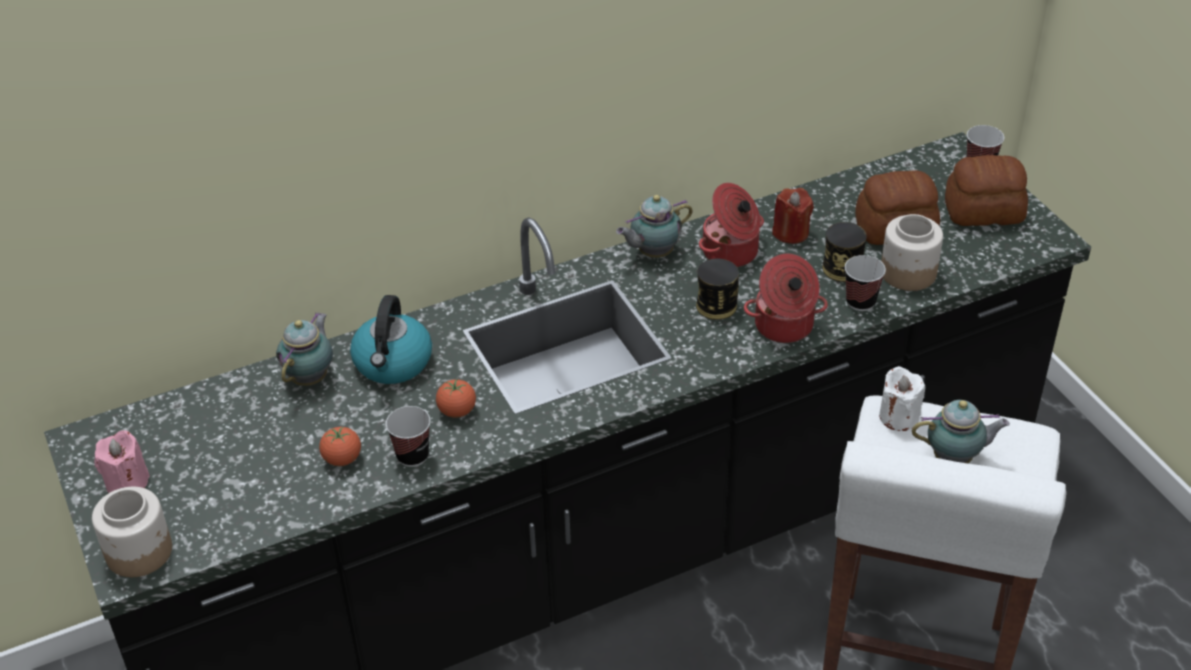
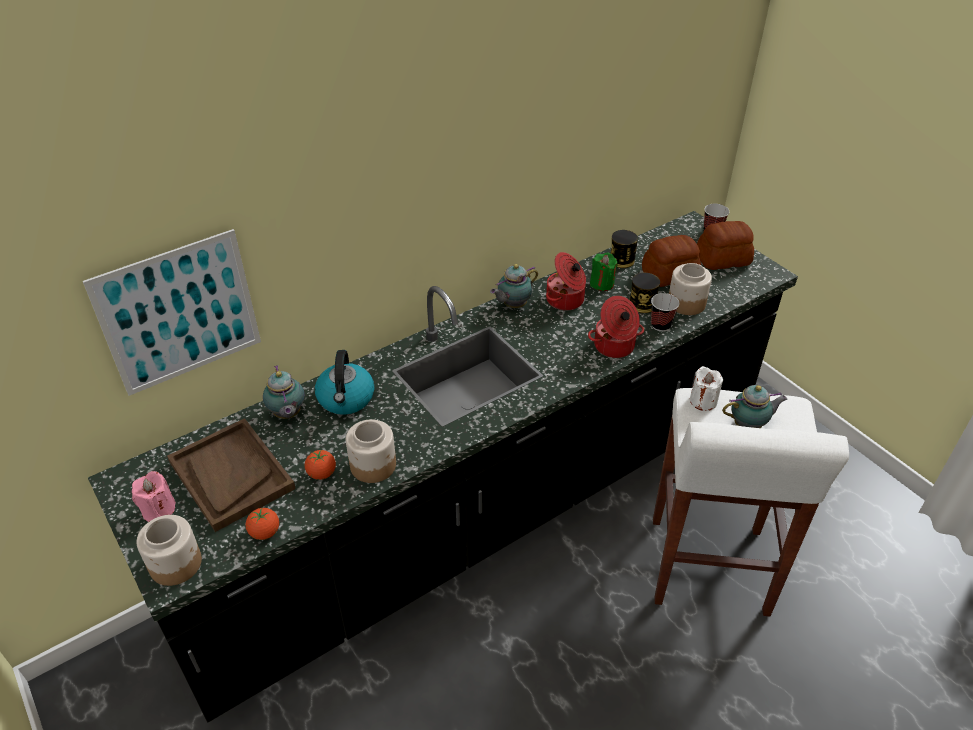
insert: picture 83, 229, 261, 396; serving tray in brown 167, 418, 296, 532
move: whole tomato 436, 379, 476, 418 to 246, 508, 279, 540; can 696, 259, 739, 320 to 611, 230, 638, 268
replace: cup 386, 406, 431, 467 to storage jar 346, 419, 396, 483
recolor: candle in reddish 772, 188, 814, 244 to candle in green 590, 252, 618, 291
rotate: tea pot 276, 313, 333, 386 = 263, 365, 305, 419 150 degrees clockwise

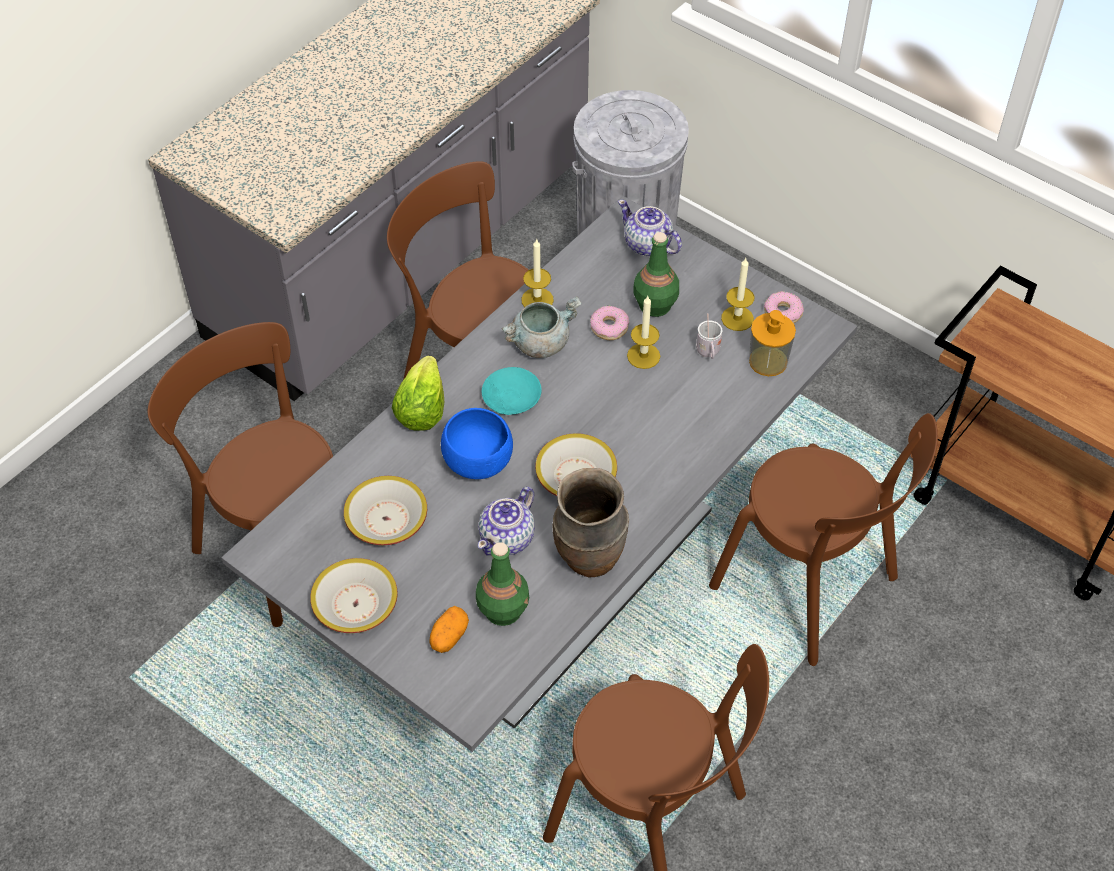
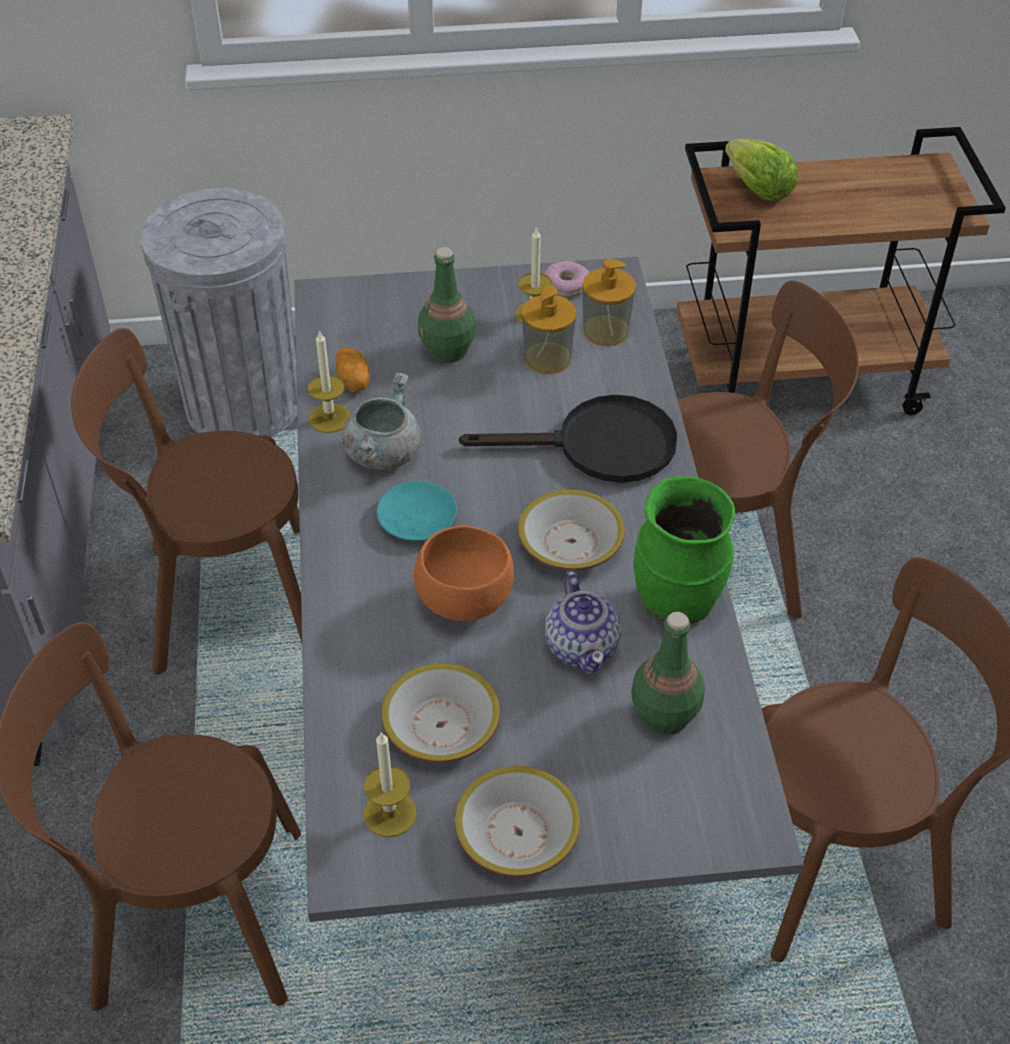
delete: doughnut 590, 306, 629, 340; tea pot 618, 200, 682, 256
insert: pan in blackish 459, 395, 677, 483
move: head of lettuce 392, 356, 444, 431 to 725, 139, 798, 201; potato 430, 606, 469, 653 to 335, 348, 369, 392; candle 627, 296, 660, 369 to 363, 731, 417, 837
replace: coffee mug in white-coloured 696, 313, 722, 359 to liquid soap bottle 522, 286, 576, 374
recolor: serving bowl in blue 441, 408, 513, 479 to serving bowl in orangey 414, 526, 514, 621; vase in brown 553, 468, 629, 577 to vase in green 634, 476, 735, 624

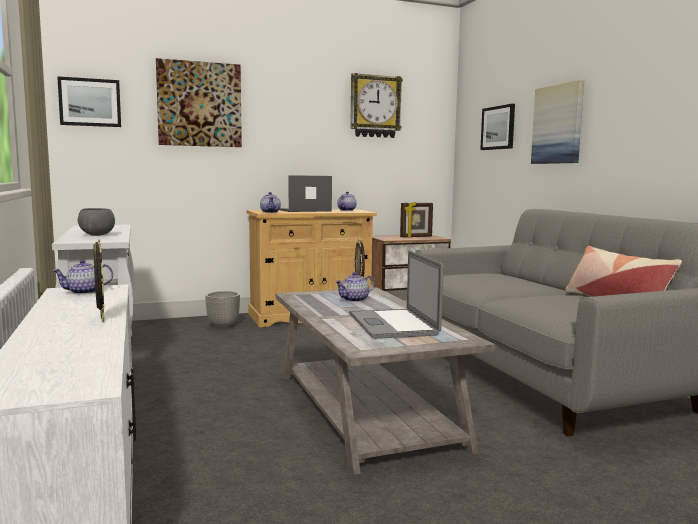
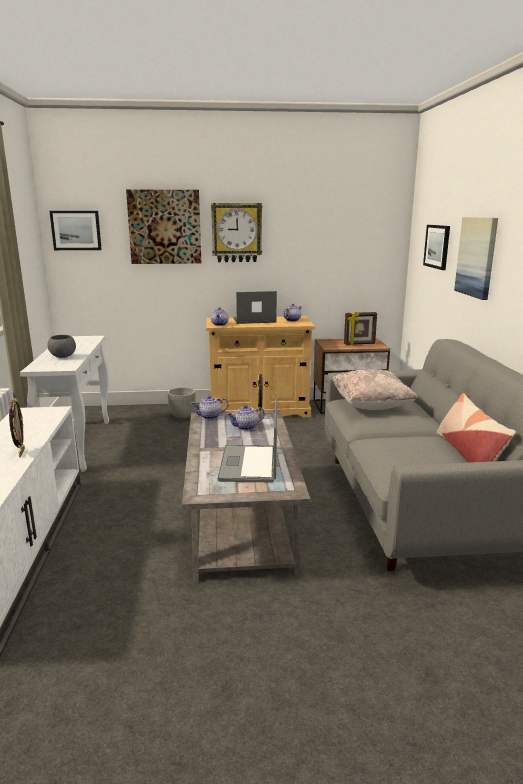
insert: throw pillow in beige-coloured 332, 369, 418, 410
move: tea pot 52, 260, 113, 295 to 191, 395, 229, 420; wall clock 350, 73, 403, 138 to 211, 203, 262, 262

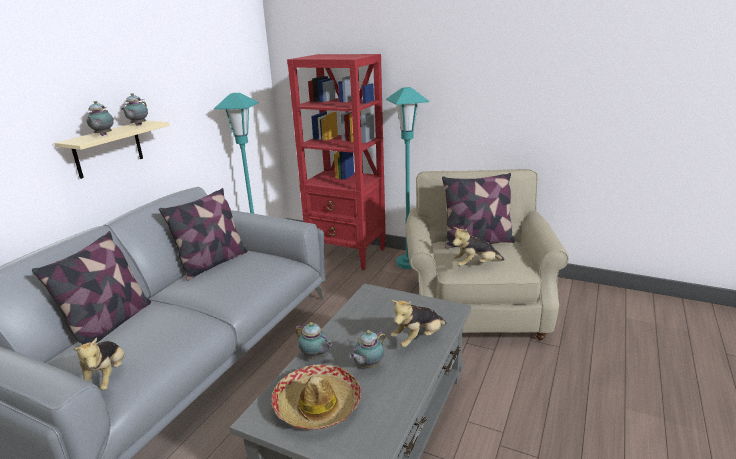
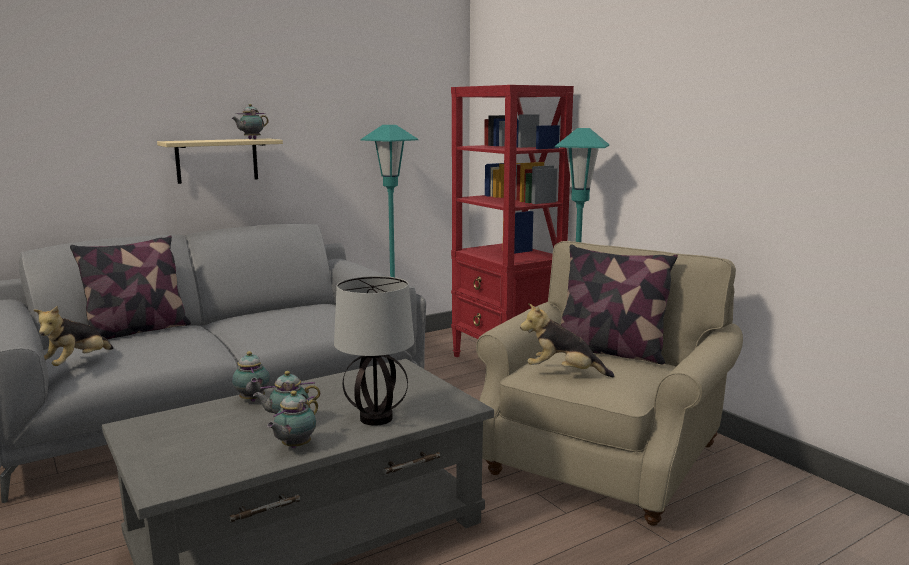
delete: throw pillow 159, 188, 248, 281; wearable hat 271, 364, 361, 430
move: tea pot 86, 101, 114, 136 to 267, 391, 318, 448
replace: soft toy 391, 300, 447, 348 to tabletop lamp 334, 276, 414, 426

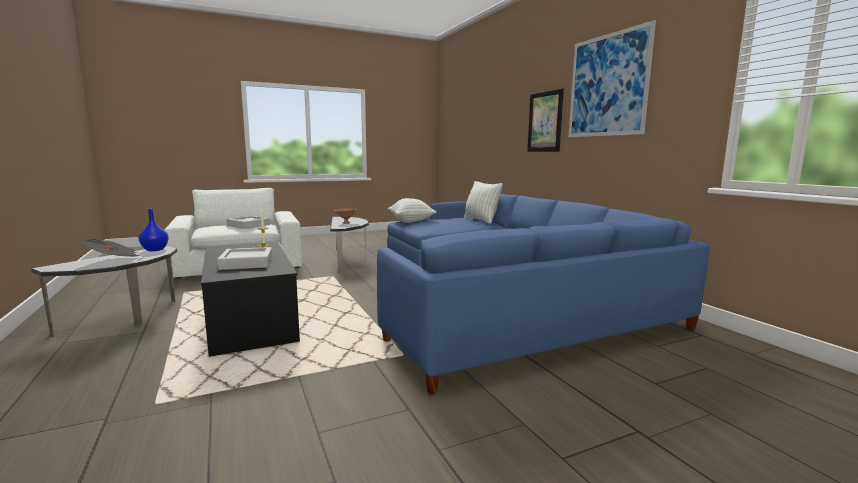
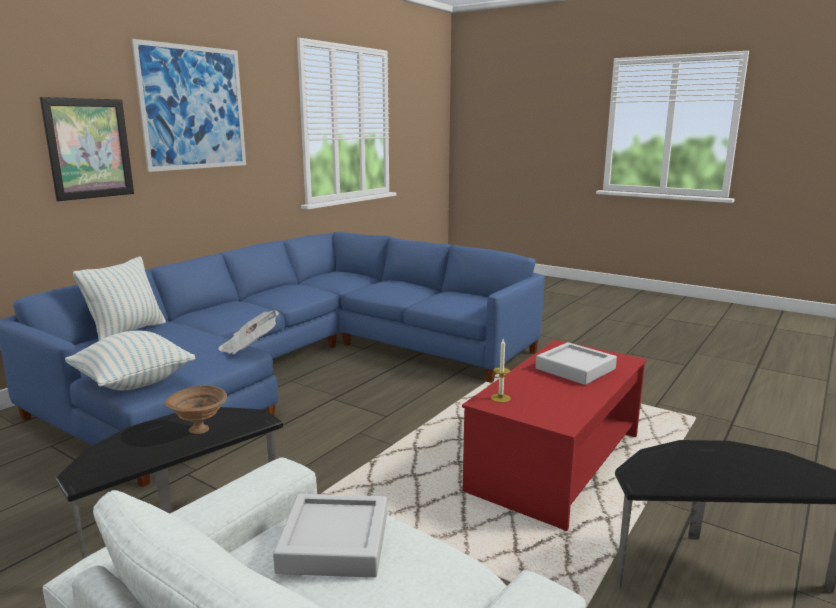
delete: vase in blue 139, 209, 169, 251
move: daily paper 78, 239, 140, 257 to 218, 310, 279, 354
recolor: lounge table in blackish 201, 242, 300, 357 to lounge table in reddish 462, 340, 647, 531

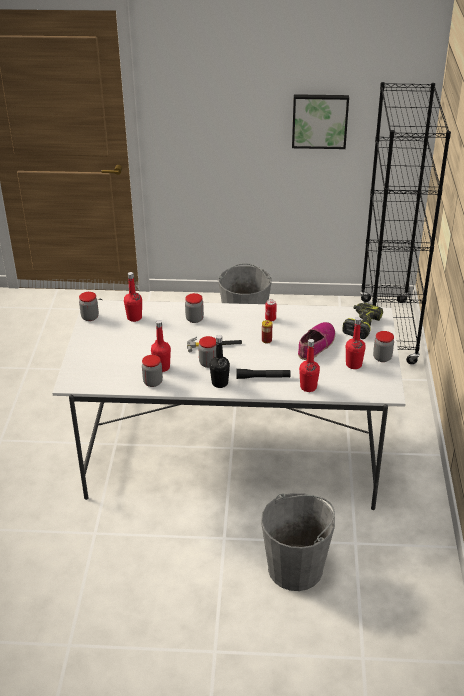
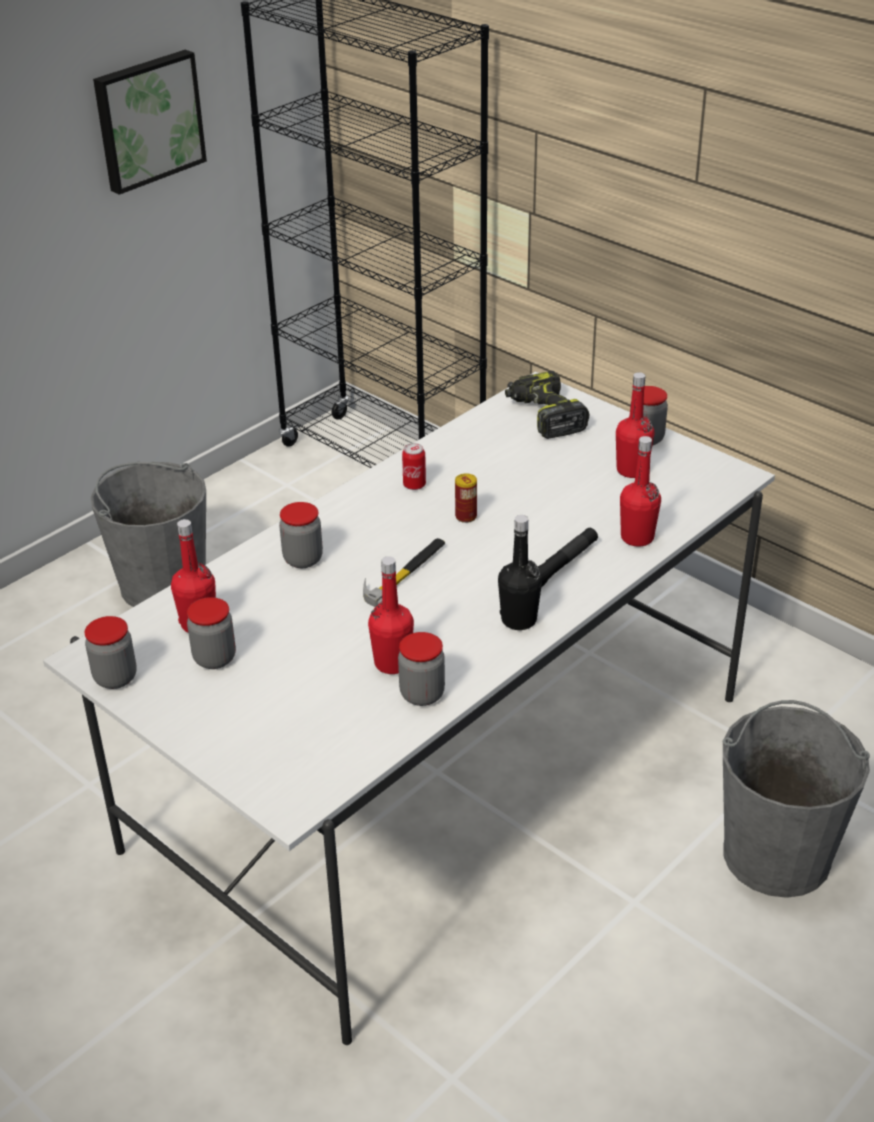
delete: item of footwear 298, 322, 335, 360
move: storage jar 198, 336, 216, 368 to 187, 597, 236, 669

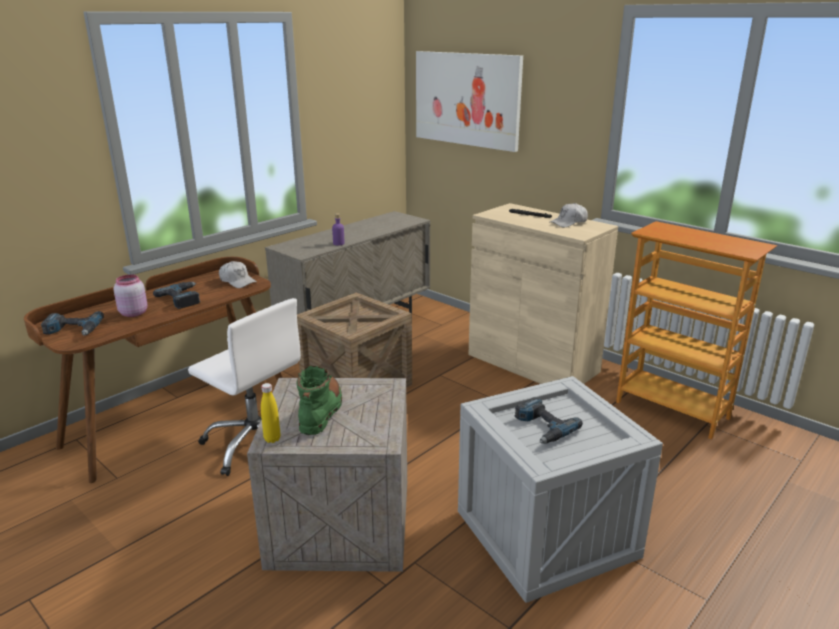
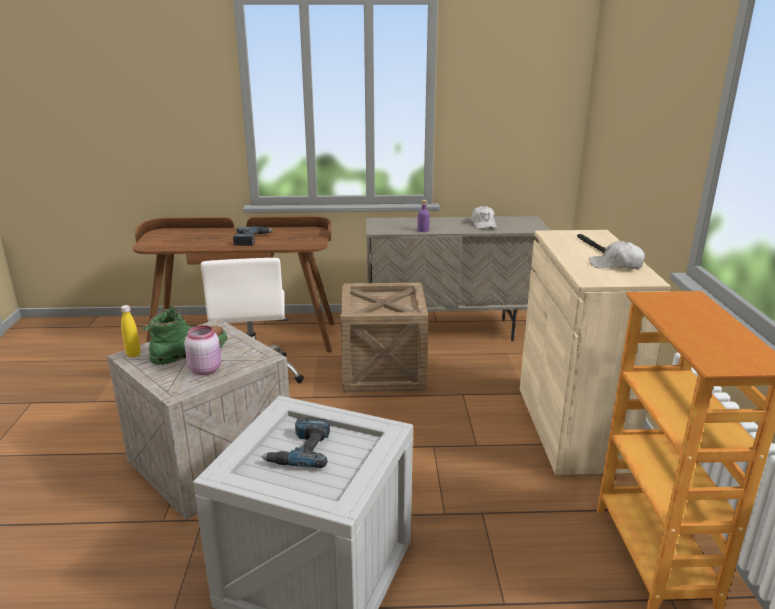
delete: drill 41, 311, 104, 336; picture 416, 51, 523, 152
move: storage jar in pink 114, 275, 148, 317 to 184, 325, 221, 375; cap in white-coloured 219, 261, 257, 288 to 471, 206, 497, 229

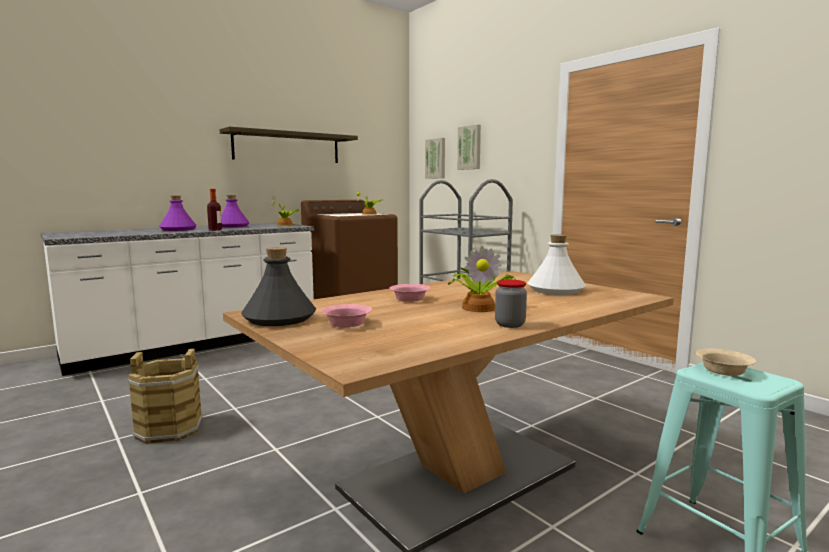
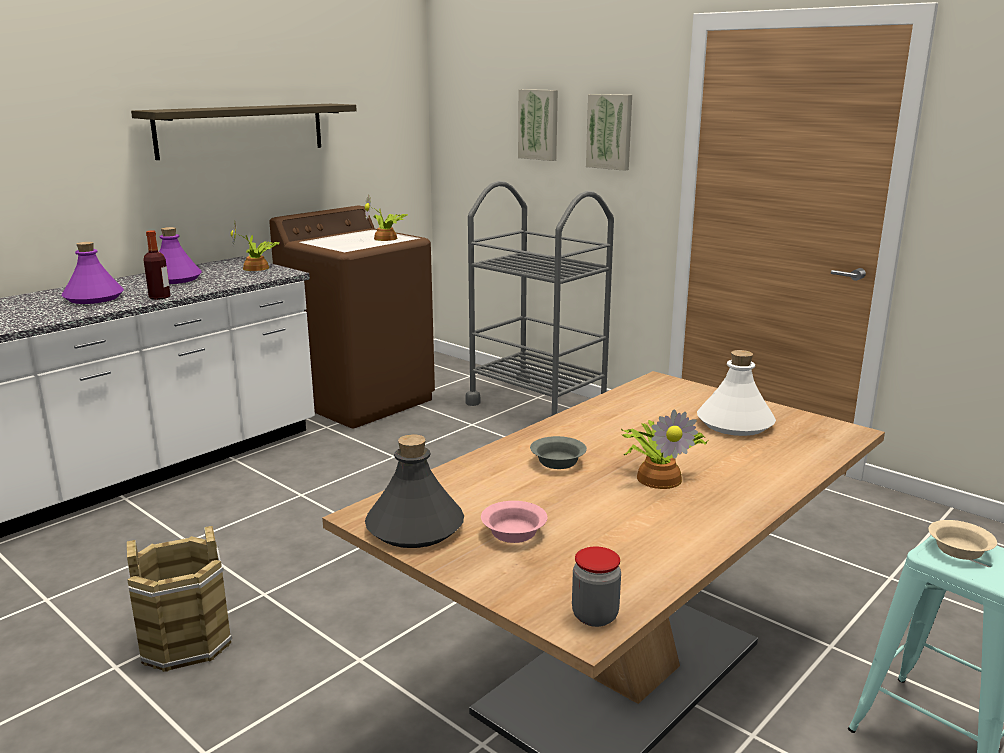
move: picture 425, 138, 445, 179 to 586, 94, 632, 171; storage jar 495, 280, 527, 328 to 572, 546, 621, 627
recolor: serving bowl in pink 390, 284, 431, 302 to serving bowl in gray 530, 436, 587, 469

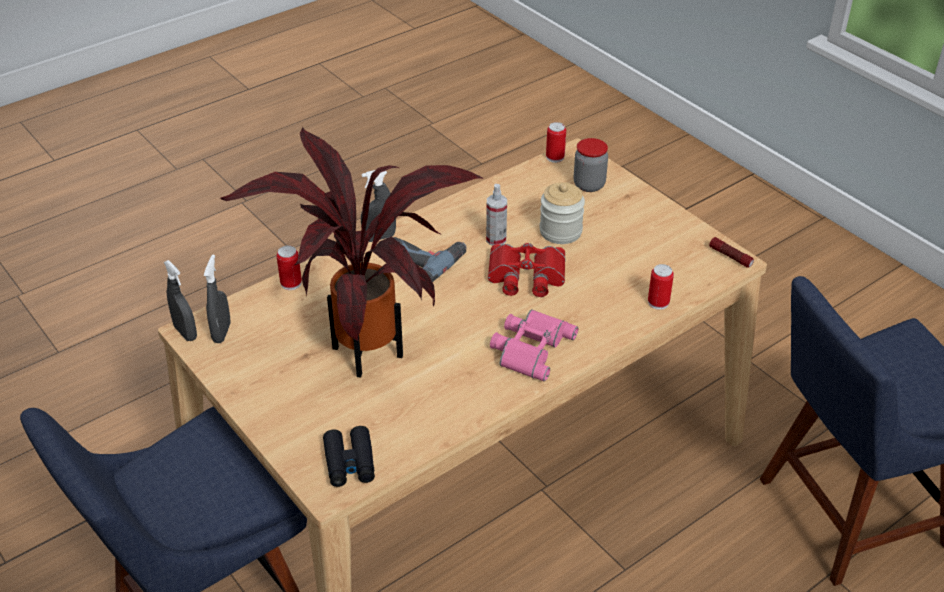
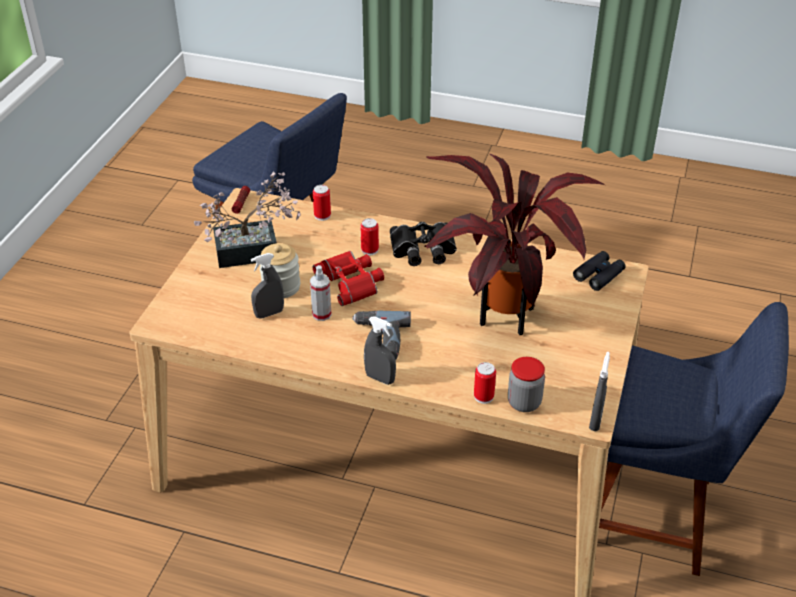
insert: houseplant 194, 172, 301, 268
move: spray bottle in gray 204, 255, 231, 343 to 251, 253, 284, 318; can 546, 122, 566, 163 to 360, 218, 379, 255; storage jar 574, 138, 608, 192 to 508, 357, 545, 412
recolor: field glasses in pink 490, 310, 578, 381 to field glasses in blackish 390, 222, 457, 266

